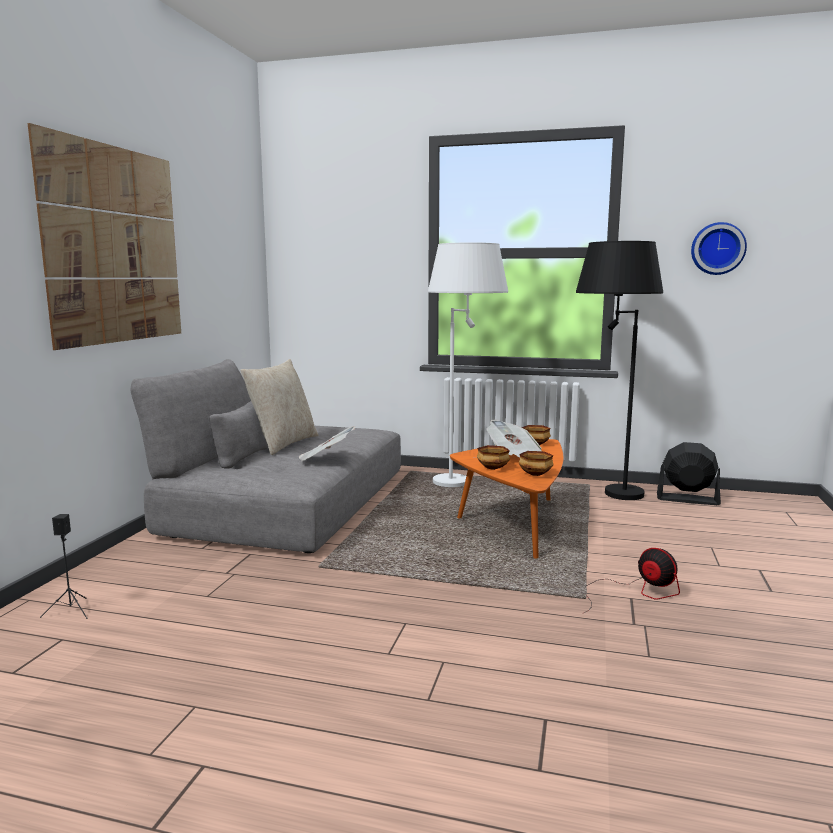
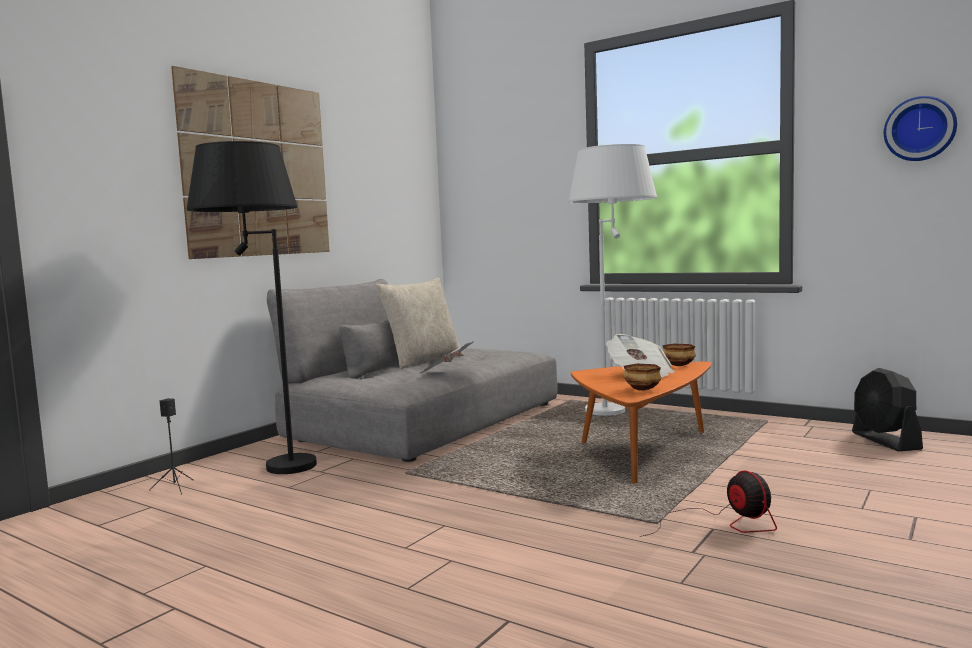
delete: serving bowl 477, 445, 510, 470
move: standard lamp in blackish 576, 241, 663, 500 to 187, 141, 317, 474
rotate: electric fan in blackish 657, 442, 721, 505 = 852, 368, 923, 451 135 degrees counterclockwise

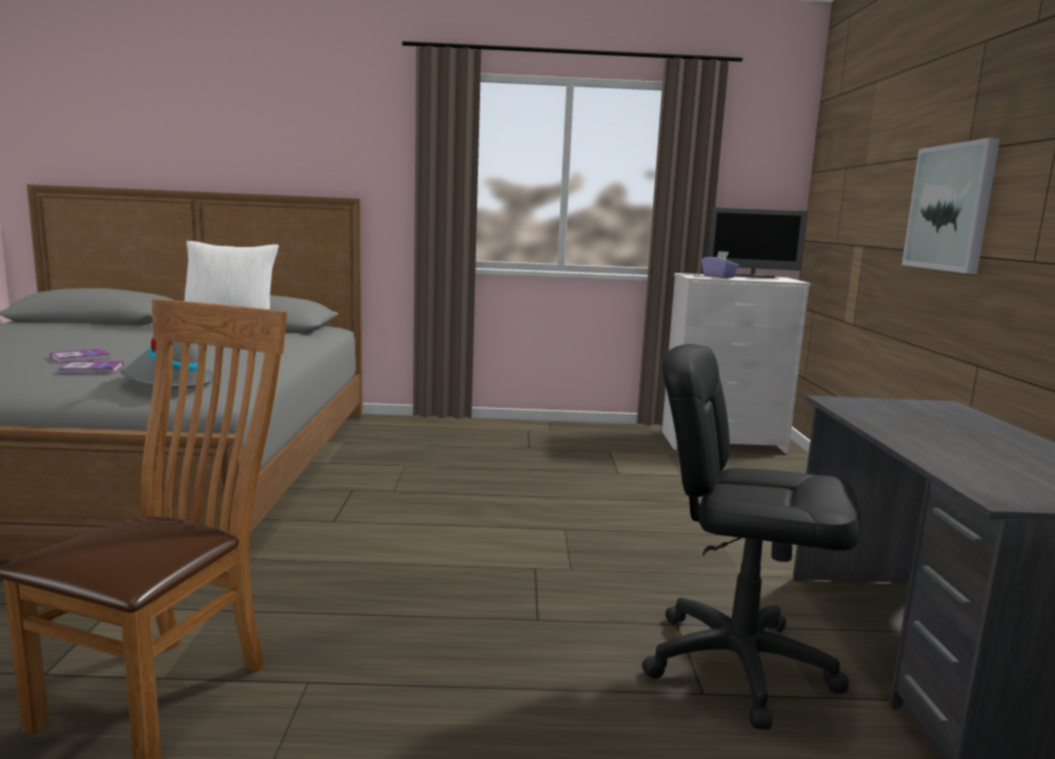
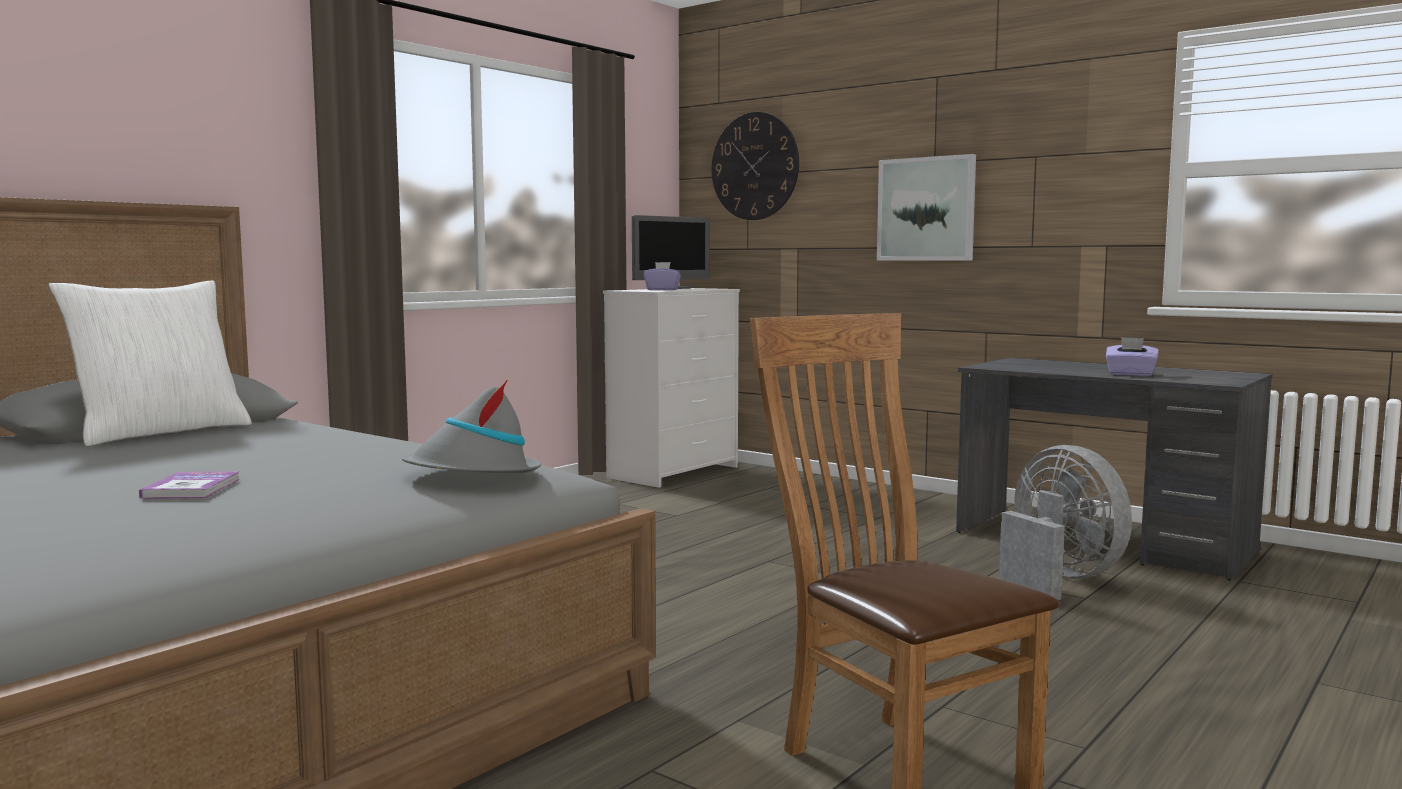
delete: bound book 58, 361, 123, 374
insert: wall clock 711, 112, 799, 220; box of tissues in purplish 1106, 337, 1159, 376
replace: office chair in blackish 642, 344, 862, 730 to electric fan in gray 999, 445, 1132, 600

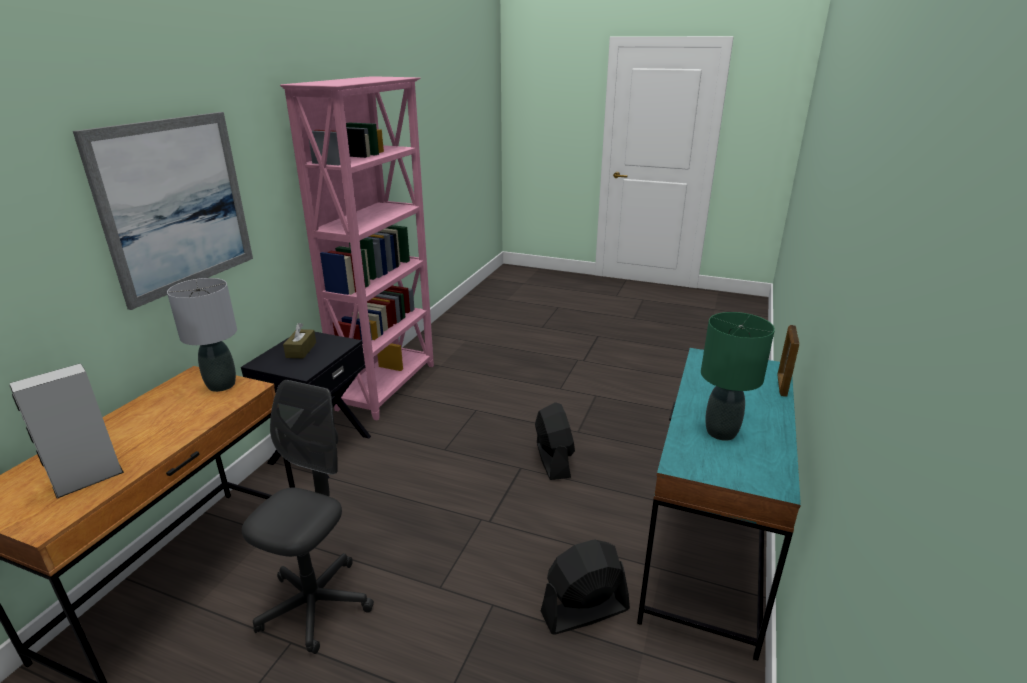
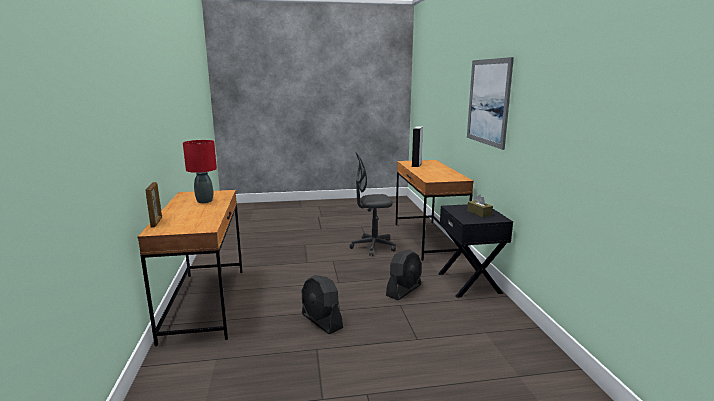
delete: tabletop lamp in gray 167, 278, 237, 392; shelving unit in pink 280, 76, 434, 420
move: electric fan in blackish 541, 539, 630, 635 to 386, 250, 422, 300
recolor: desk in turquoise 637, 348, 801, 661 to desk in brown 137, 190, 243, 346; tabletop lamp in green 701, 312, 775, 441 to tabletop lamp in reddish 183, 140, 217, 203
rotate: office chair in gray 242, 380, 374, 654 = 349, 152, 396, 256 90 degrees clockwise

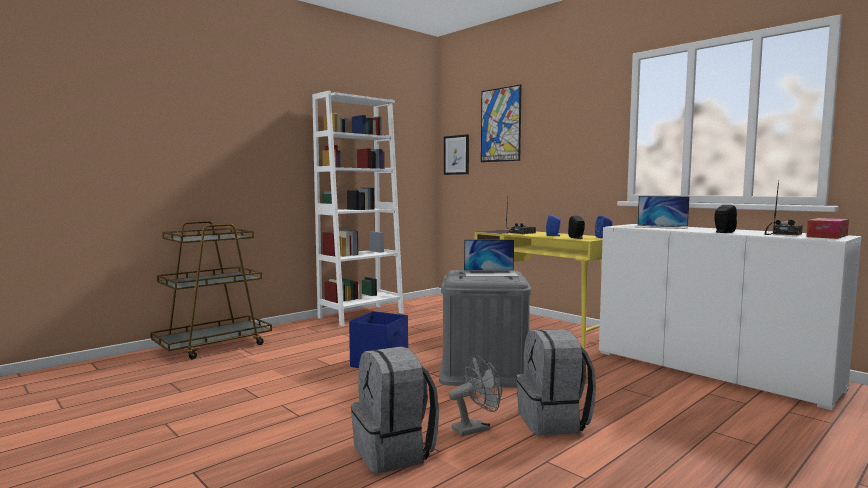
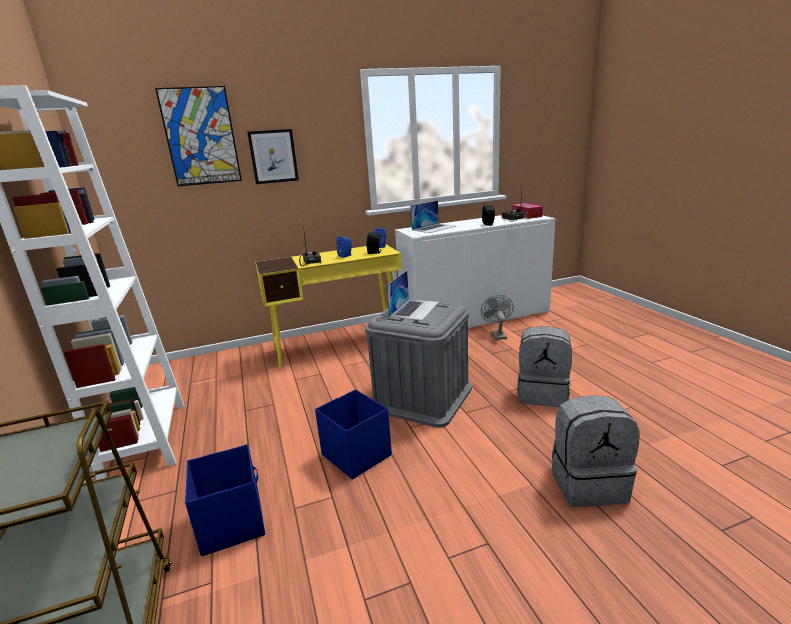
insert: storage box in blue 185, 444, 265, 556
move: picture 444, 134, 469, 175 to 247, 129, 299, 184; electric fan in gray 449, 355, 502, 436 to 481, 295, 513, 340

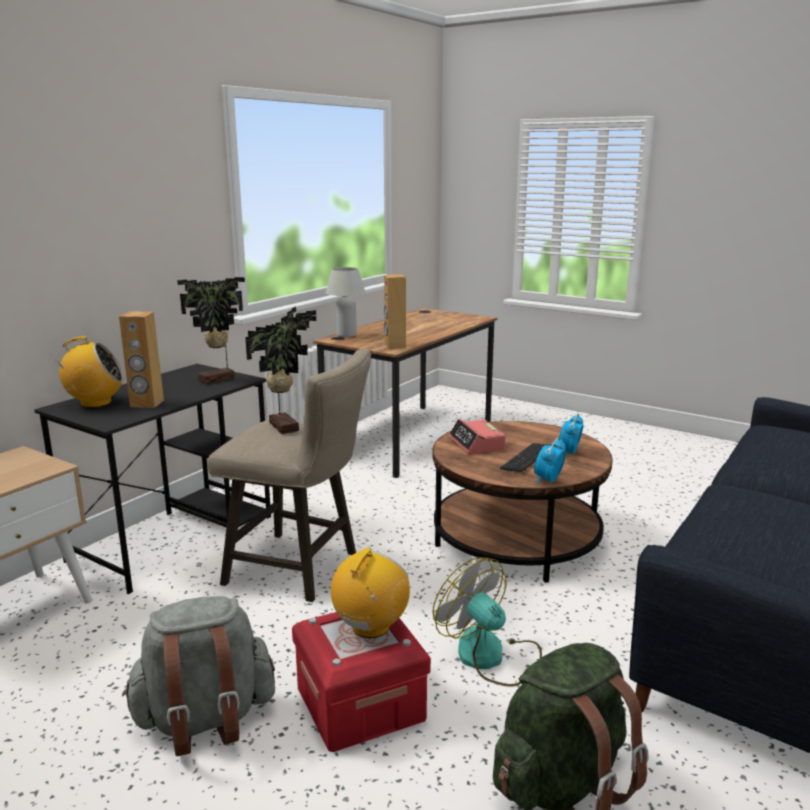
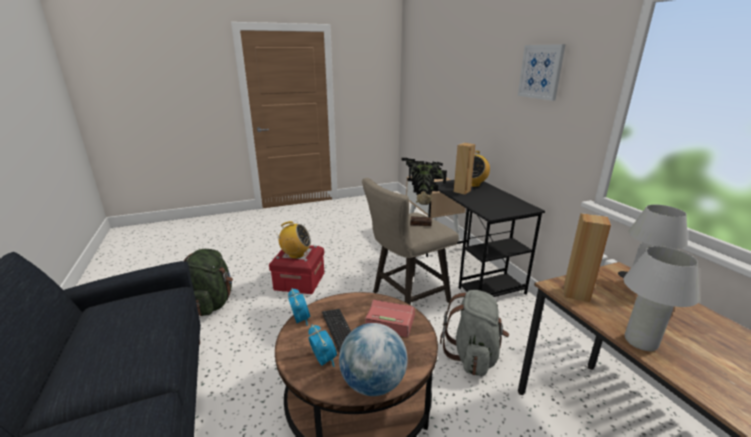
delete: houseplant 177, 277, 245, 384; electric fan 433, 557, 542, 687
insert: desk globe 339, 323, 407, 396; picture 518, 44, 565, 101; tabletop lamp in white-coloured 624, 246, 699, 351
move: rucksack in gray 122, 596, 275, 756 to 440, 290, 509, 376
rotate: radio 331, 548, 410, 638 = 275, 221, 311, 259 60 degrees counterclockwise

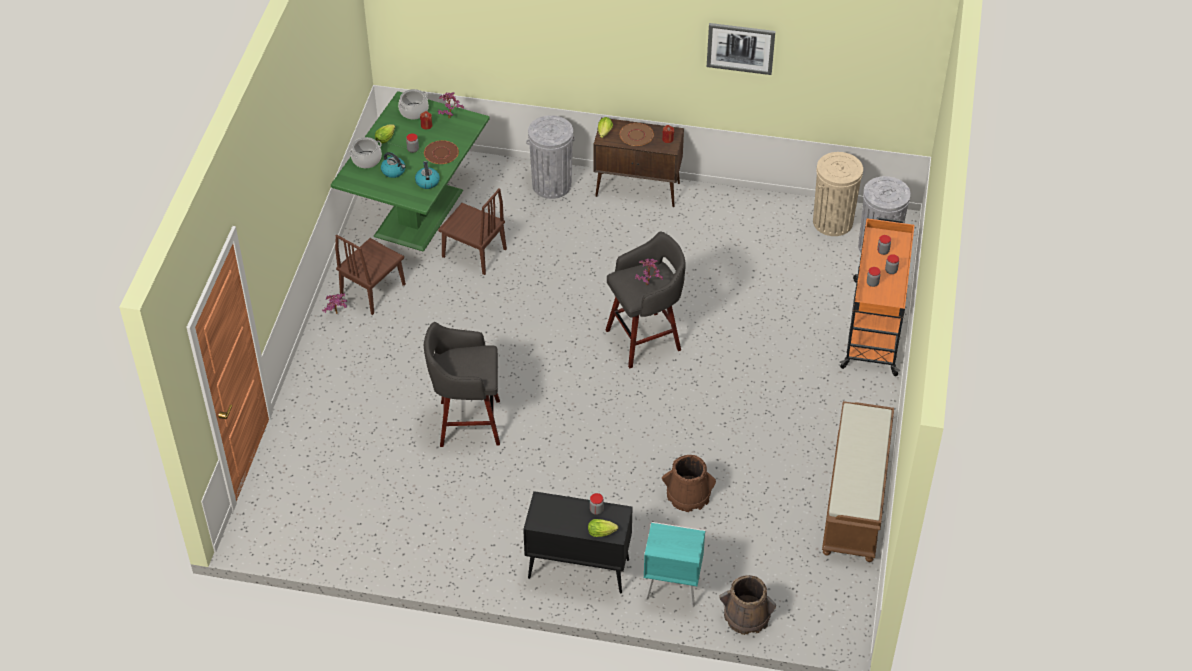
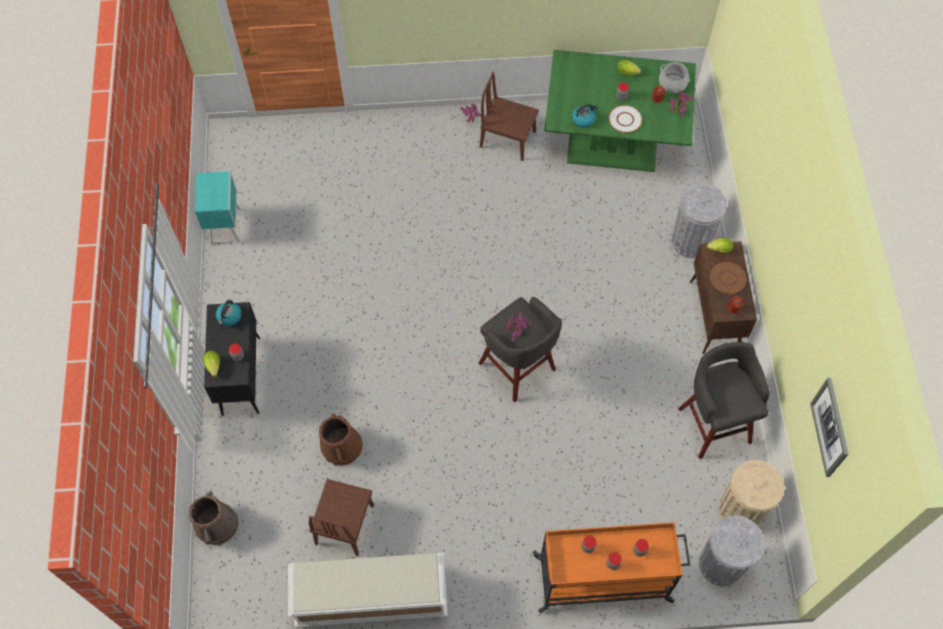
delete: cooking pot 349, 137, 382, 168
move: water kettle 381, 152, 406, 178 to 216, 300, 242, 326; stool in gray 424, 322, 500, 447 to 678, 342, 770, 459; chair in brown 438, 188, 507, 275 to 309, 479, 374, 556; night table in turquoise 644, 522, 705, 607 to 195, 171, 241, 245; picture 707, 23, 775, 75 to 810, 378, 848, 477
recolor: flat dish in brown 424, 140, 459, 164 to flat dish in white-coloured 608, 105, 642, 133; long seat in brown 822, 401, 894, 562 to long seat in white-coloured 288, 553, 448, 628

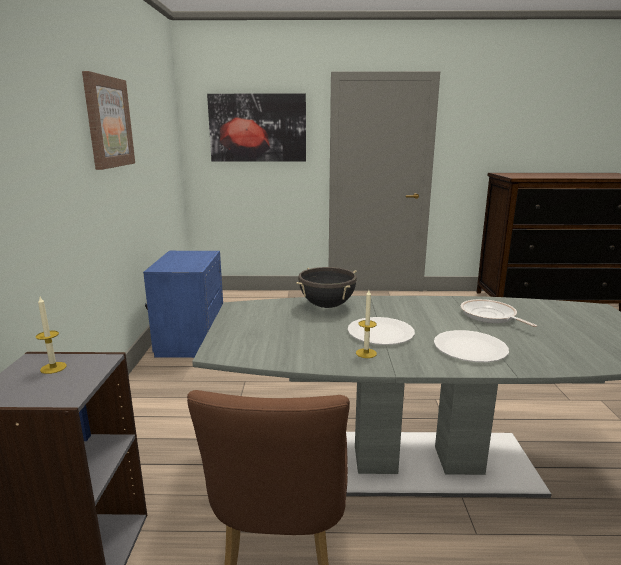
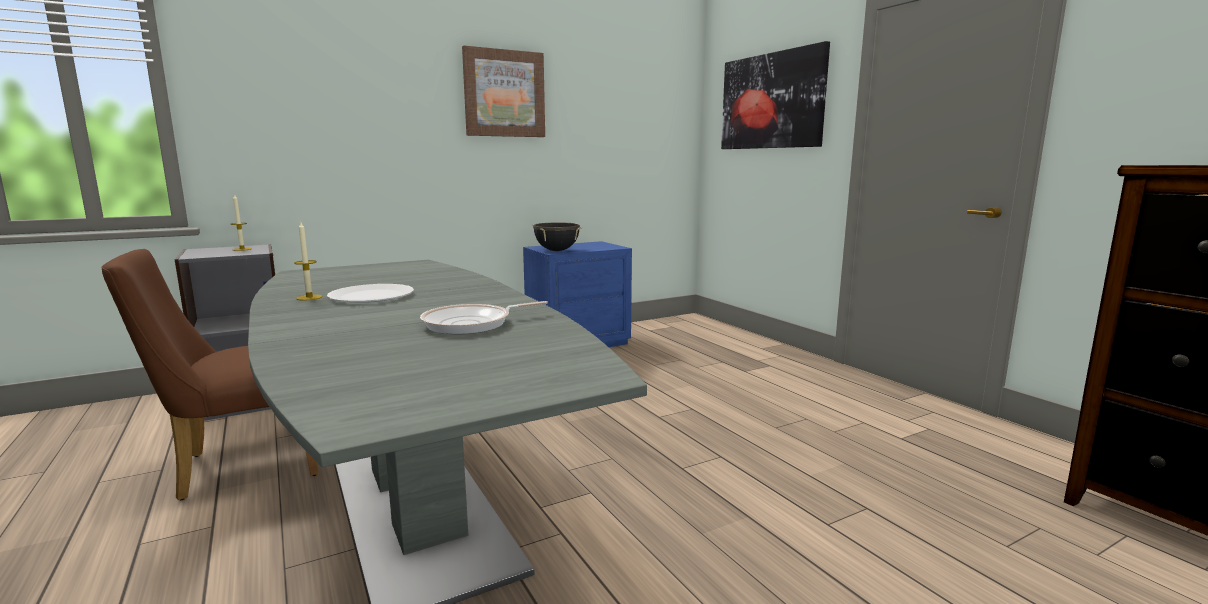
delete: flat dish in white-coloured 434, 330, 509, 362
move: cooking pot in blackish 296, 267, 357, 308 to 532, 222, 582, 251
rotate: pan 461, 299, 537, 327 = 420, 301, 548, 334 150 degrees counterclockwise

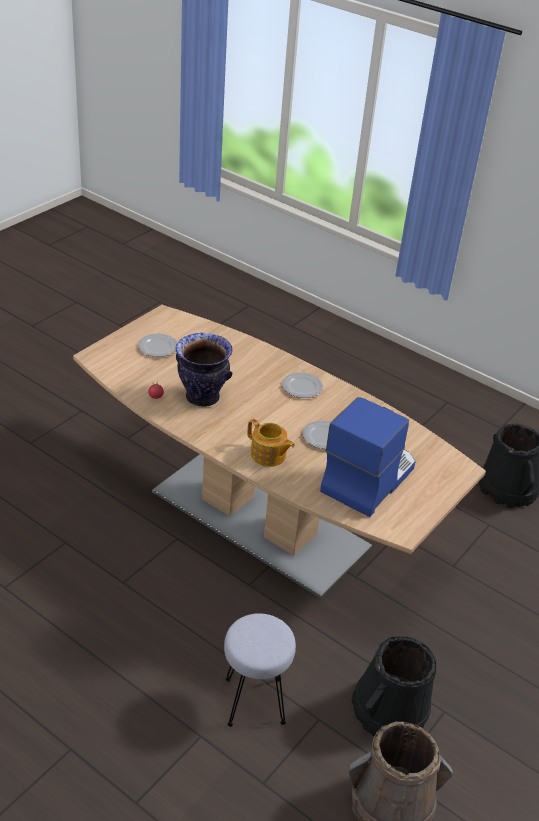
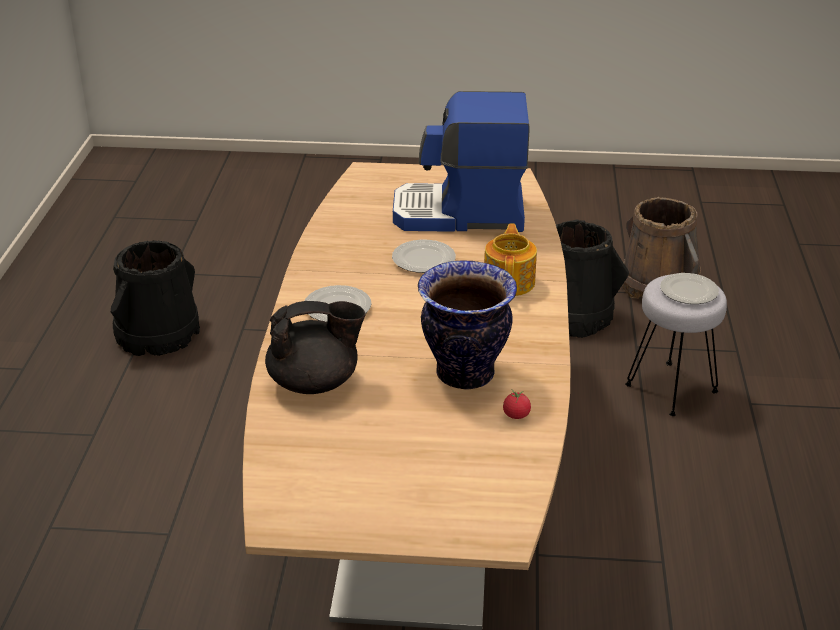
insert: tea pot in blackish 265, 301, 365, 394
move: flat dish 138, 333, 178, 357 to 660, 273, 719, 304

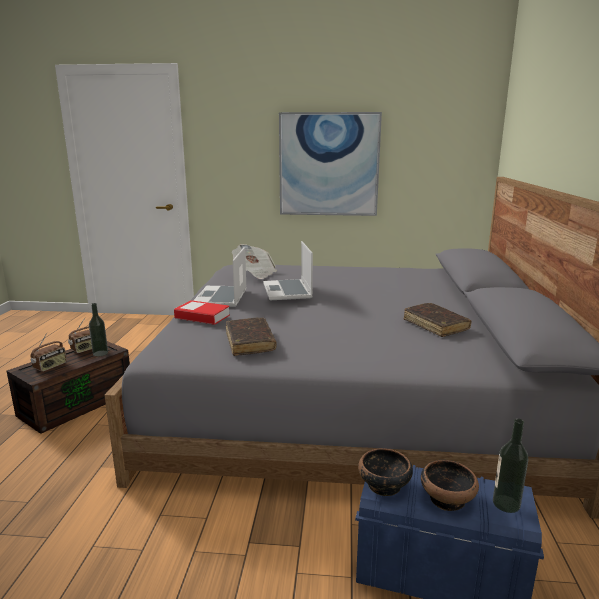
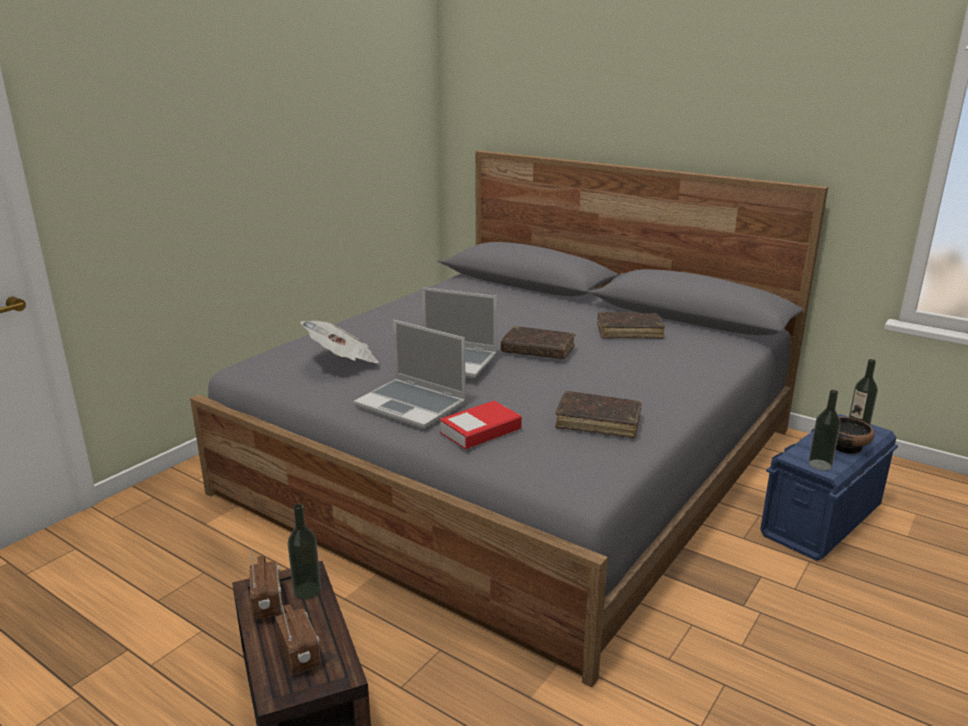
delete: picture 279, 112, 382, 216
insert: bound book in brown 501, 326, 575, 359
replace: serving bowl 358, 448, 413, 496 to drink bottle 808, 390, 841, 471

